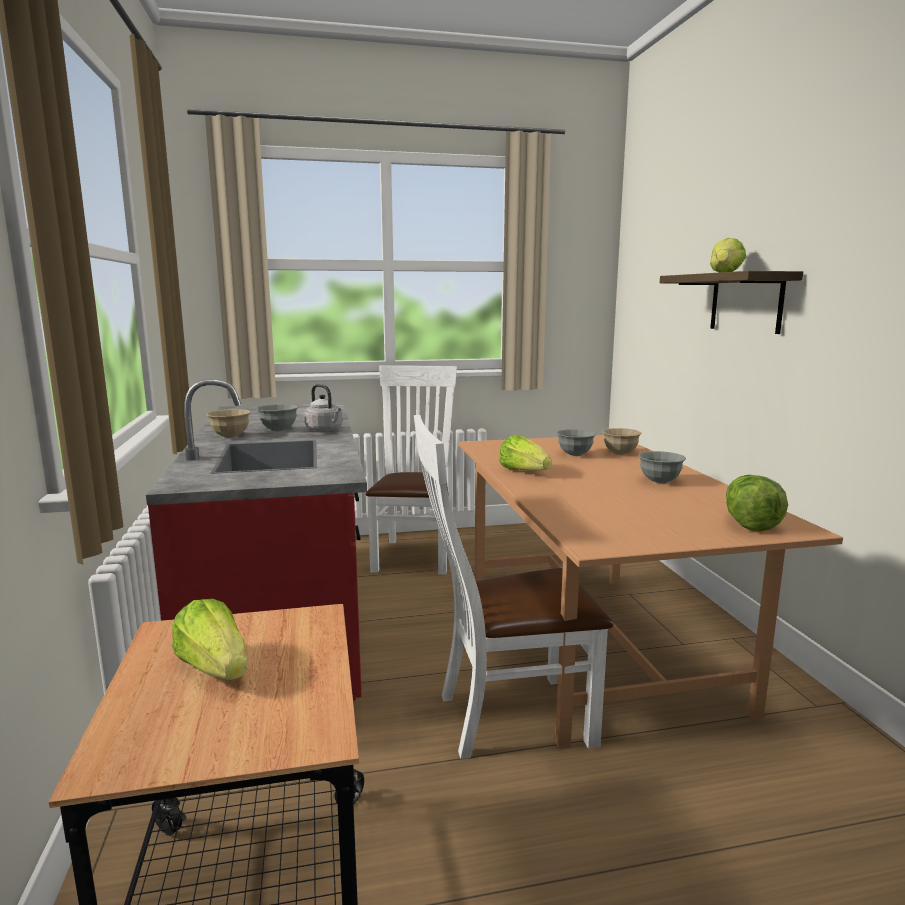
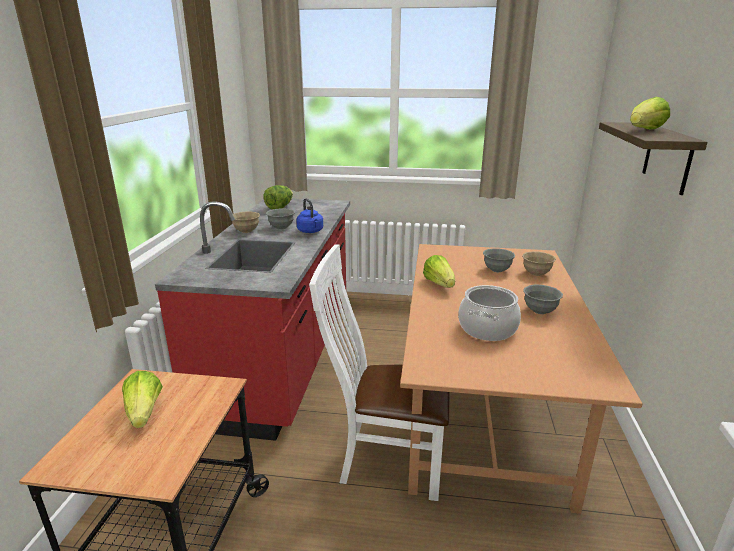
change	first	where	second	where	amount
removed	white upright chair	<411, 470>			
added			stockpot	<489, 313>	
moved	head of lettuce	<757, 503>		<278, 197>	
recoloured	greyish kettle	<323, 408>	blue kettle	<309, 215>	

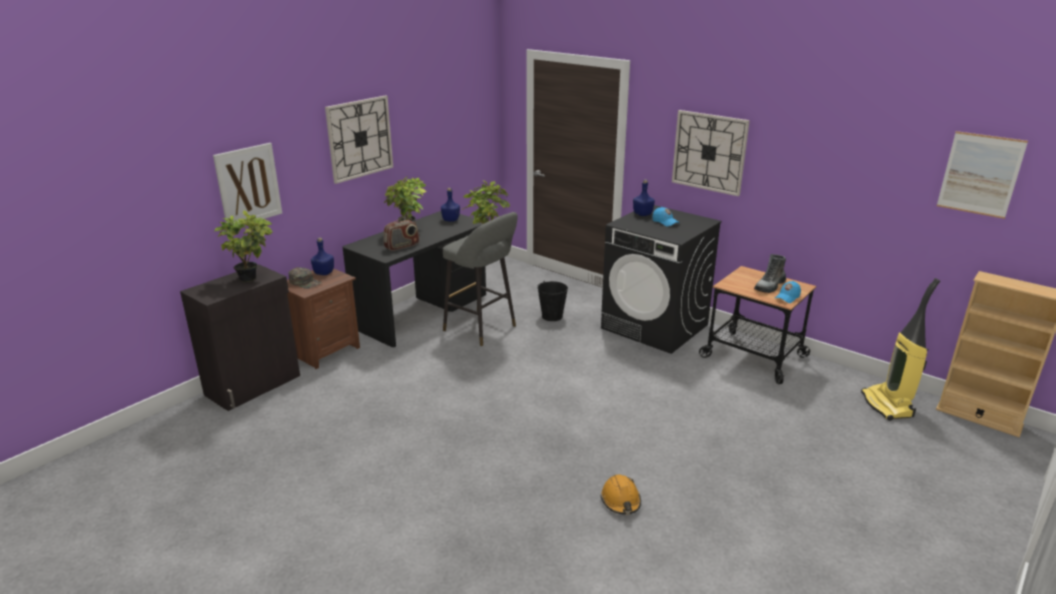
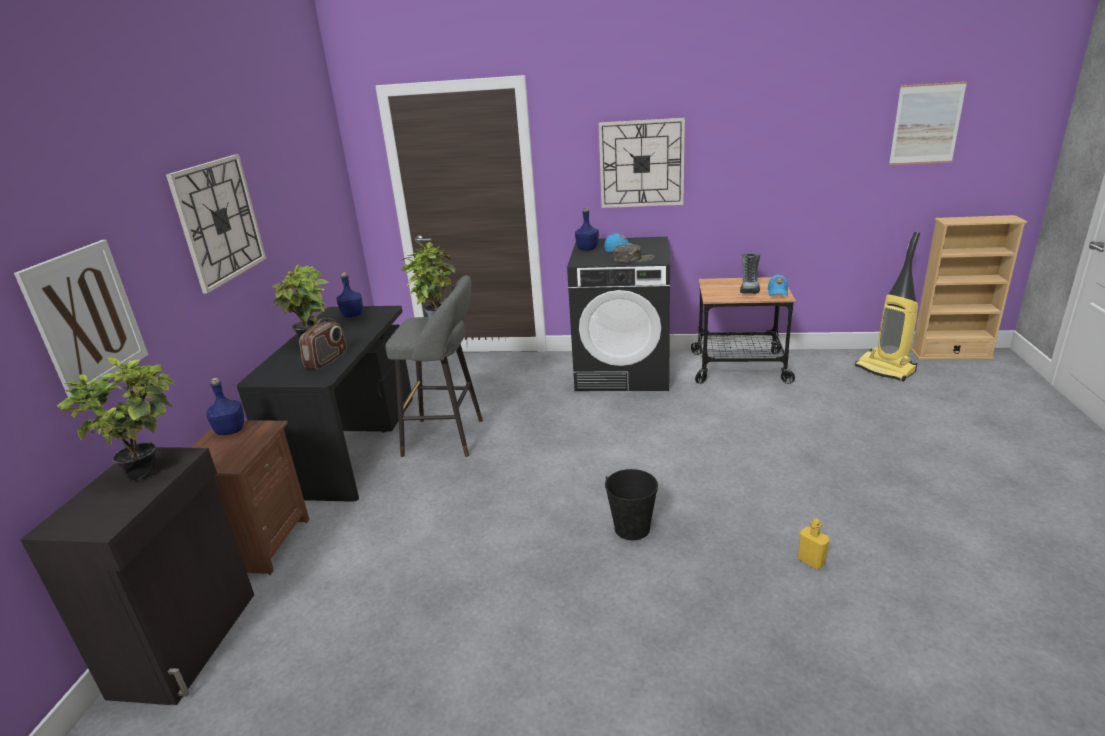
change	first	where	second	where	amount
moved	green-coloured cap	<305, 278>		<633, 253>	
moved	blackish bucket	<552, 301>		<631, 504>	
replaced	orangey safety helmet	<621, 494>	yellow drink bottle	<814, 543>	

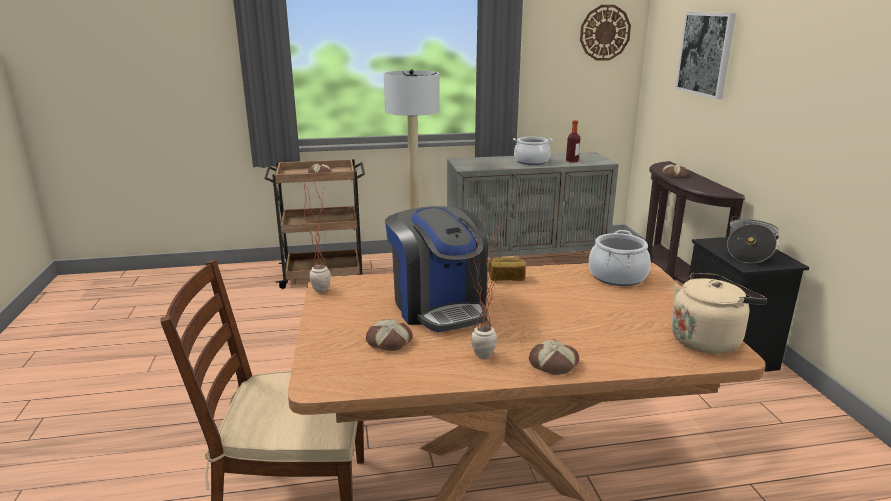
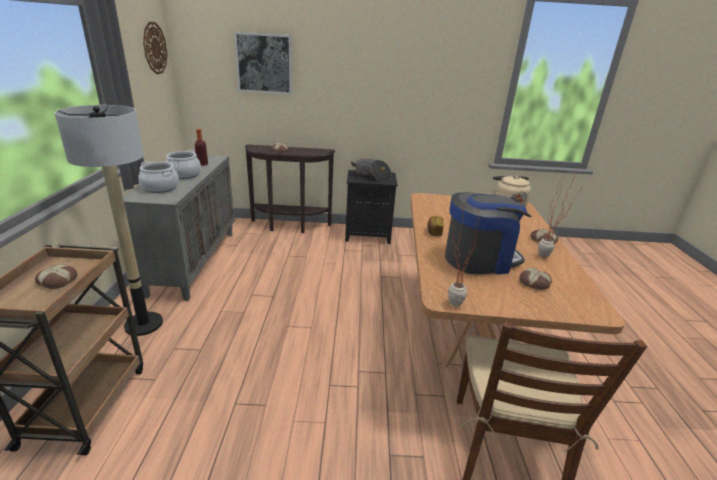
change	first	where	second	where	amount
moved	stockpot	<620, 258>		<158, 177>	

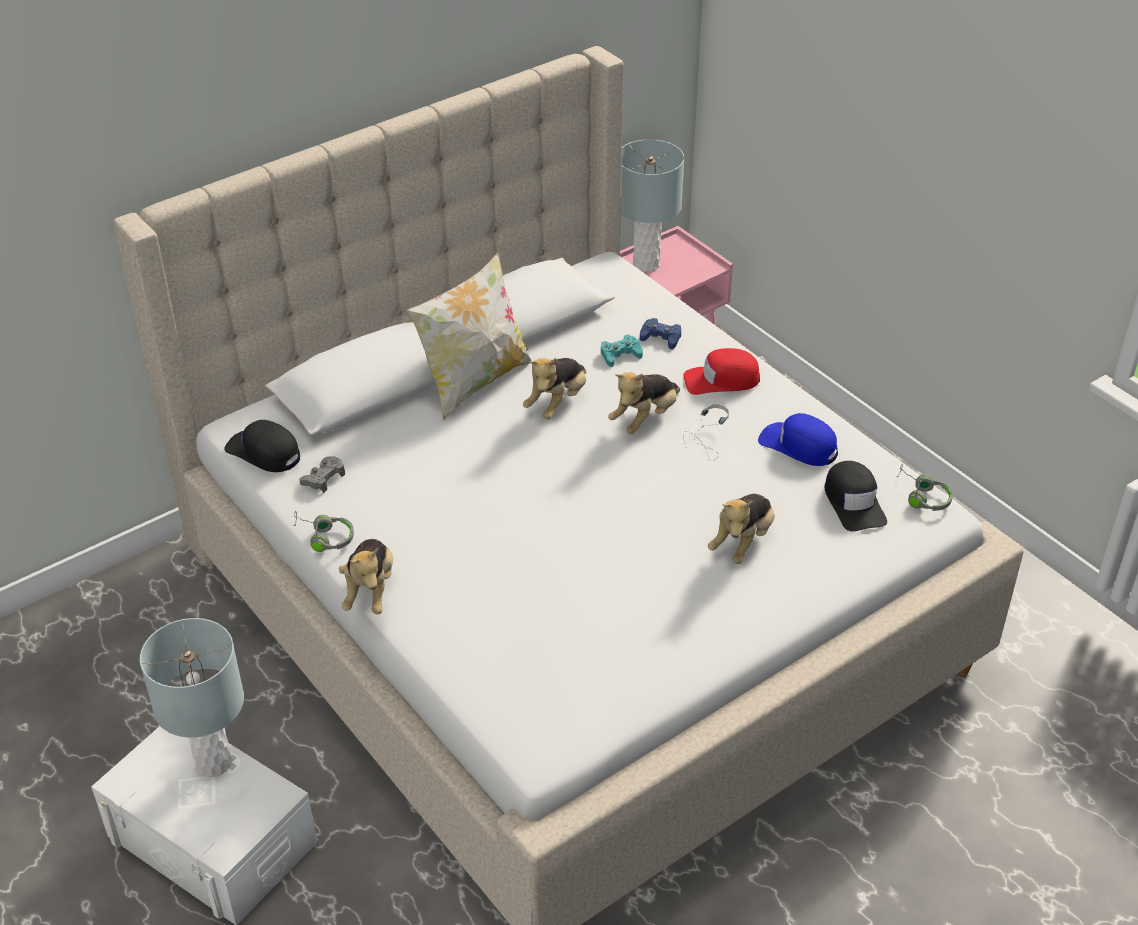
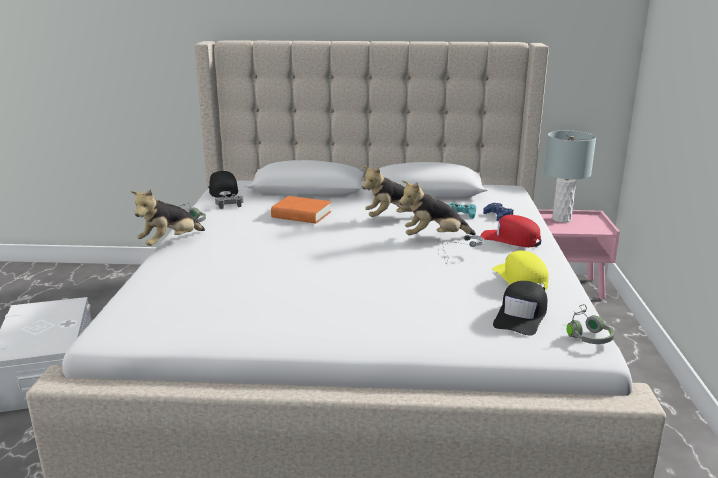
change	first	where	second	where	amount
removed	greyish table lamp	<192, 697>			
removed	cushion	<469, 336>			
removed	cuddly toy	<741, 529>			
added			orangey bound book	<301, 210>	
recoloured	blue cap	<798, 439>	yellow cap	<521, 270>	

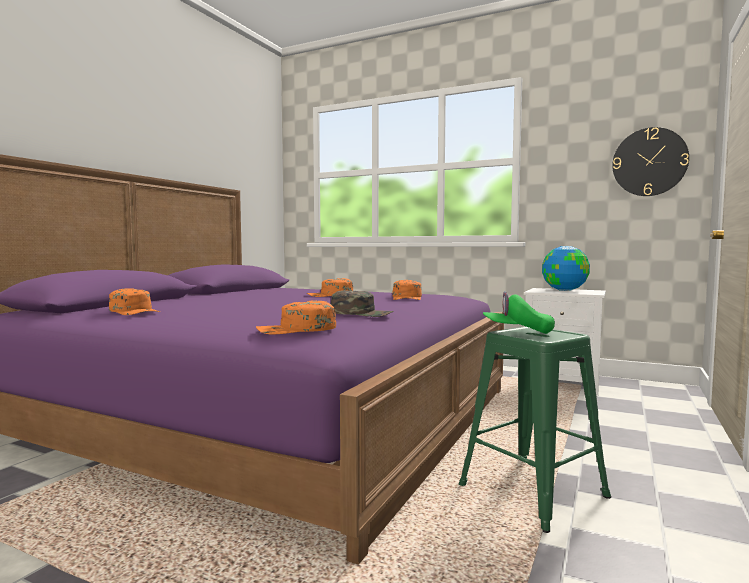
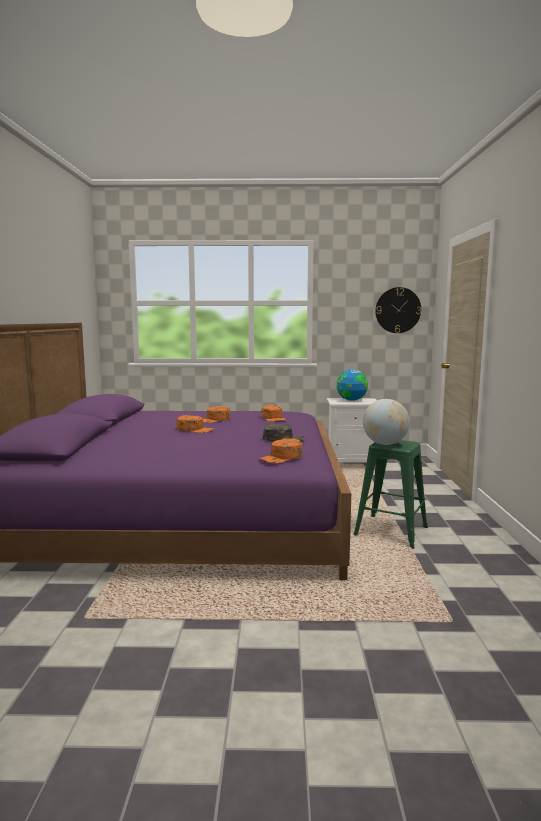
change	first	where	second	where	amount
moved	orangey cap	<134, 301>		<195, 424>	
replaced	green-coloured cap	<519, 312>	globe	<386, 422>	

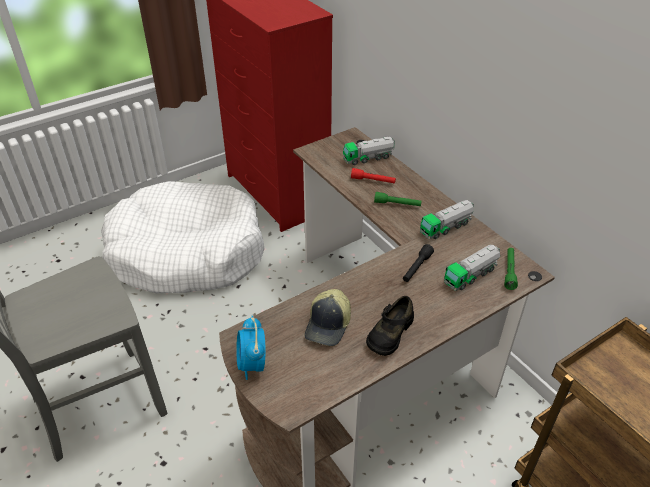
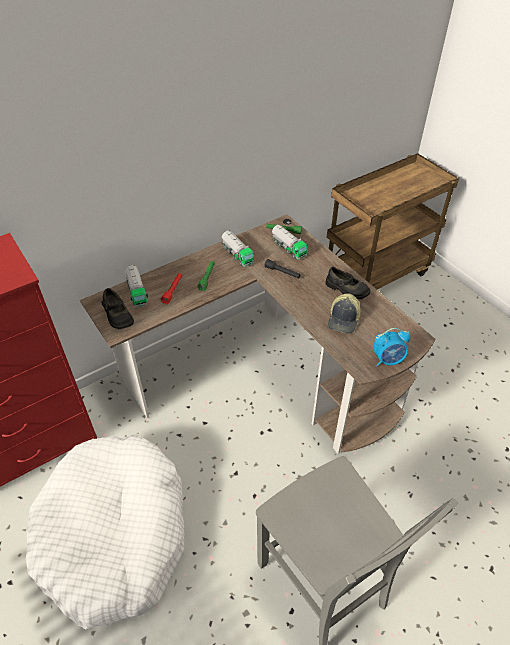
change	first	where	second	where	amount
added			blackish shoe	<118, 308>	
turned	cap	<328, 317>		<344, 313>	90 degrees clockwise

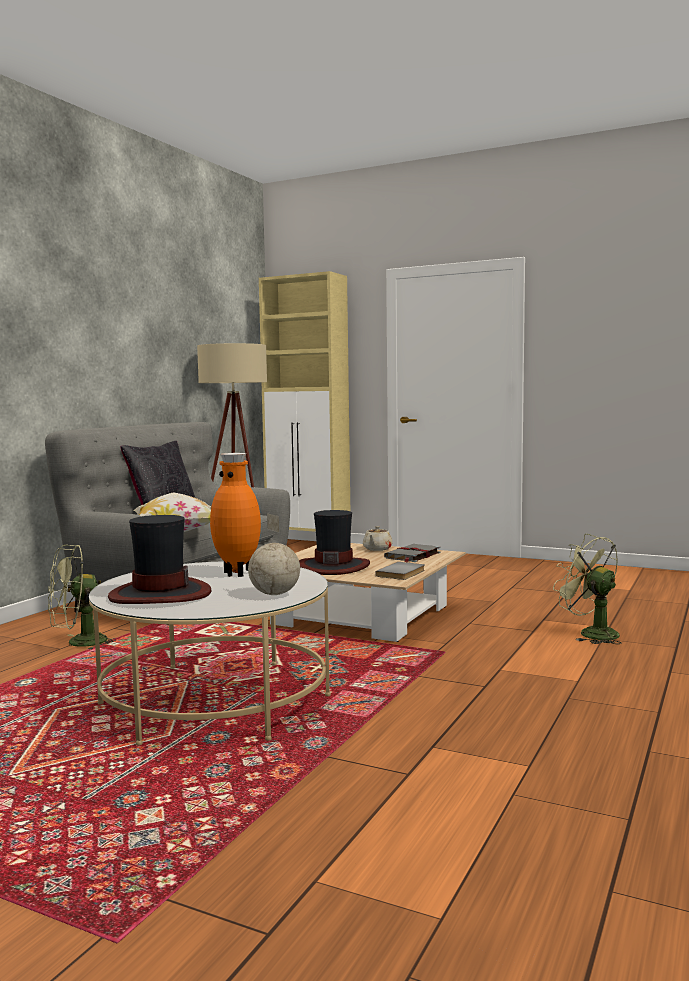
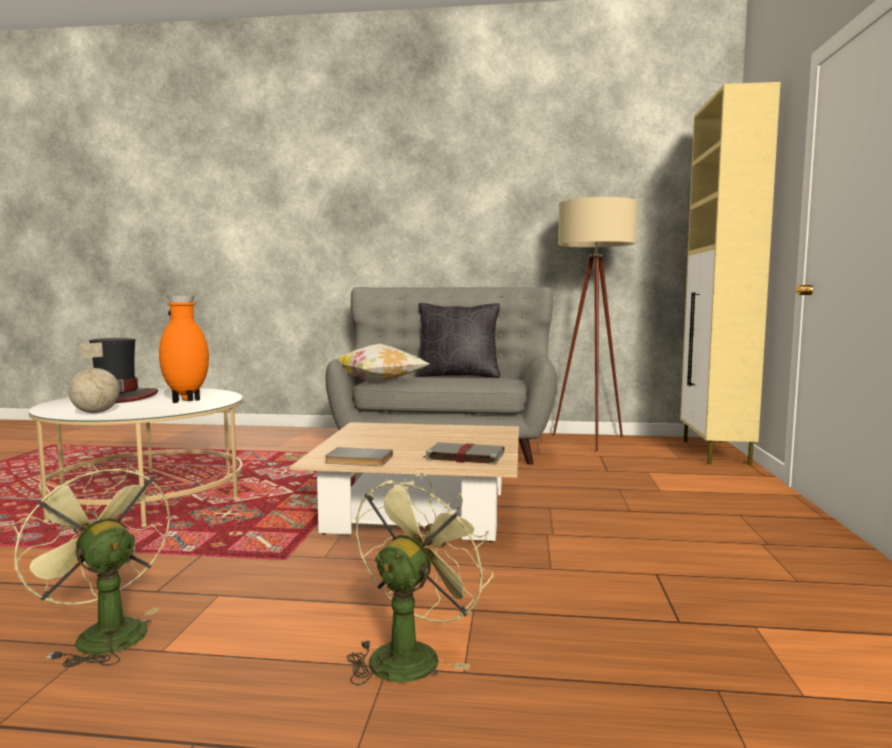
change	first	where	second	where	amount
removed	wearable hat	<334, 542>			
removed	sand-coloured pot for tea	<378, 538>			
moved	green-coloured cooling fan	<82, 597>		<90, 565>	

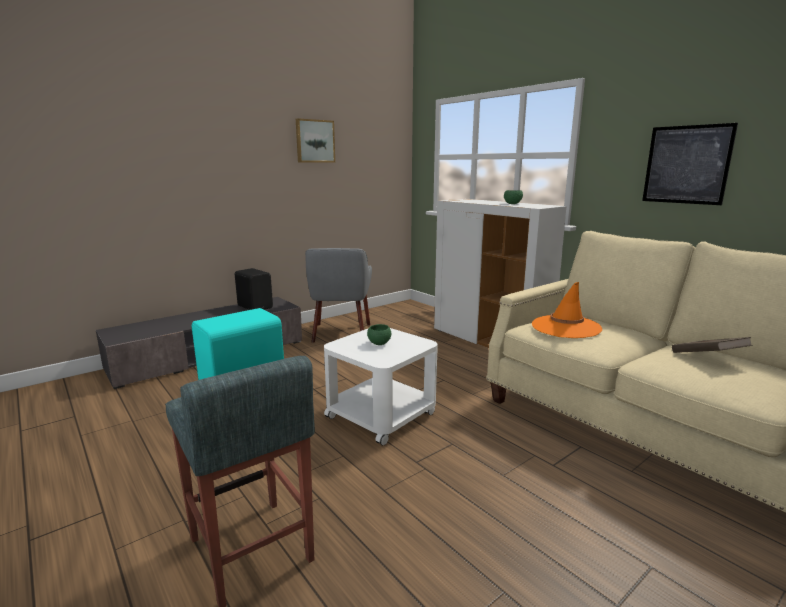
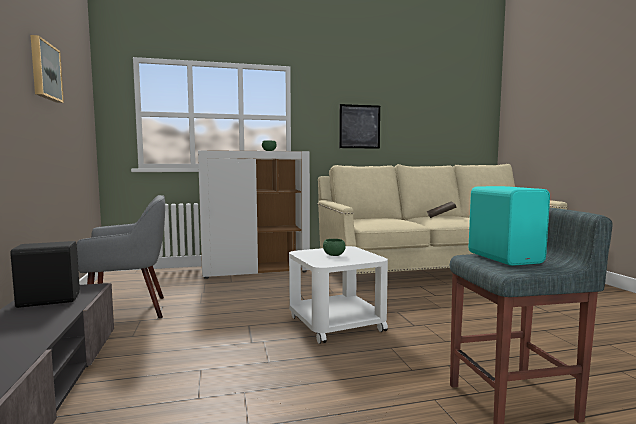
change	first	where	second	where	amount
removed	orangey wearable hat	<567, 310>			
turned	greyish armchair	<338, 295>		<121, 256>	45 degrees counterclockwise

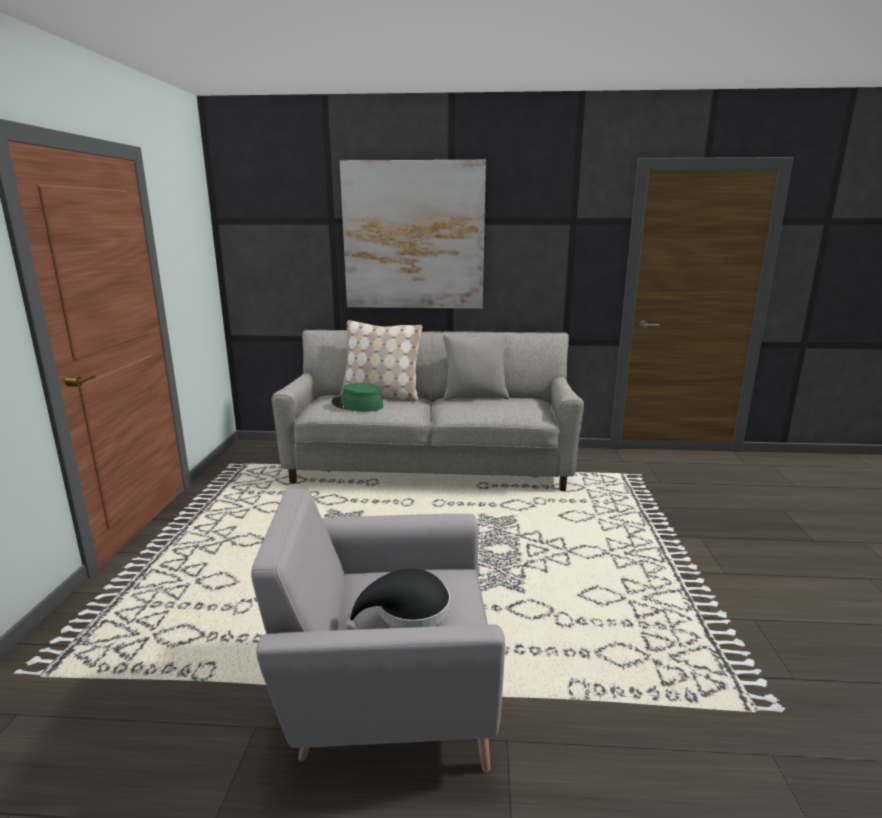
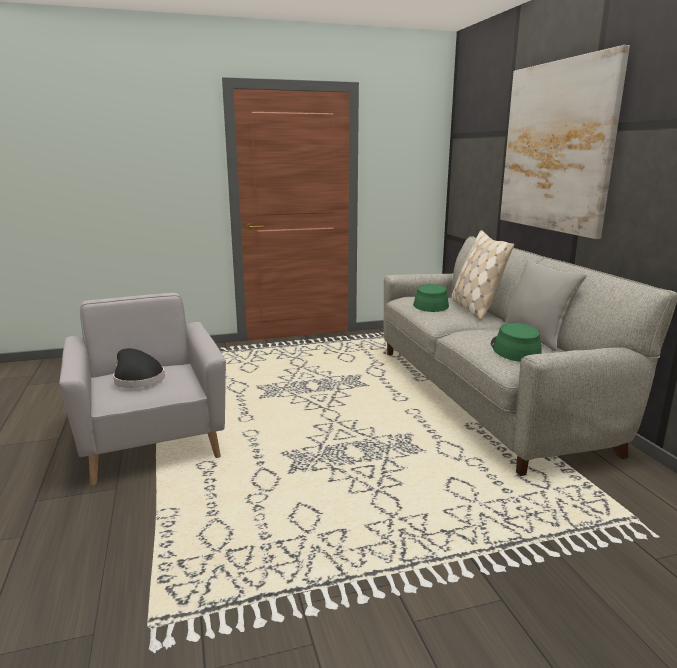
change	first	where	second	where	amount
added			green-coloured wearable hat	<516, 342>	

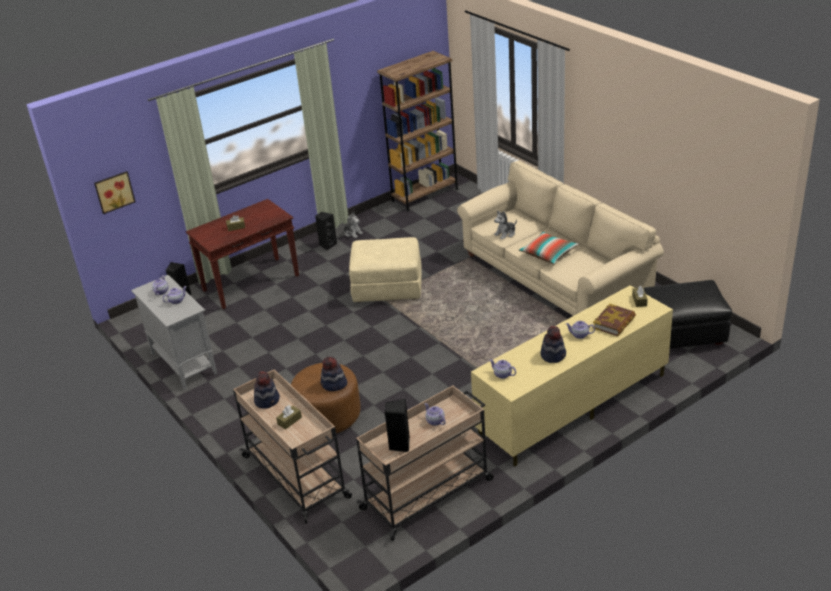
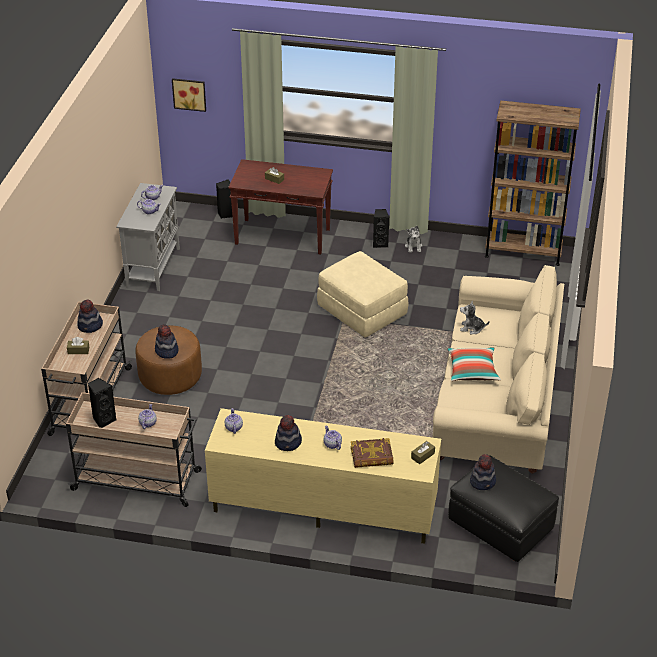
change	first	where	second	where	amount
added			wearable hat	<483, 472>	

